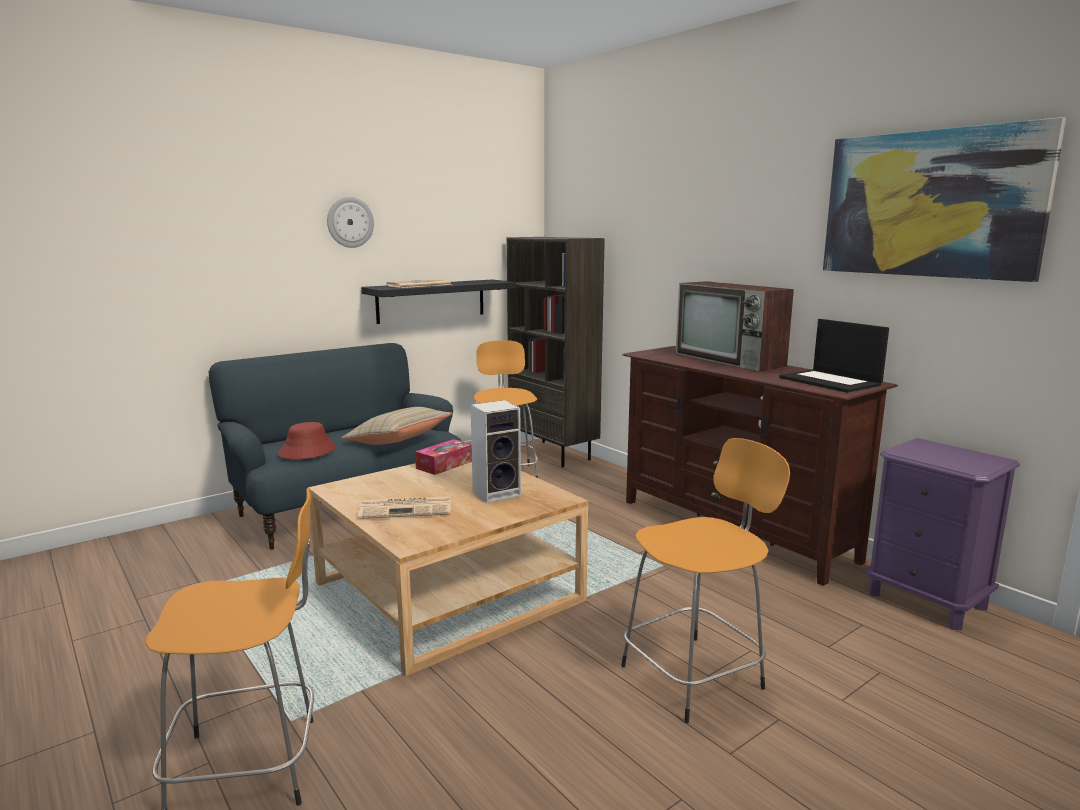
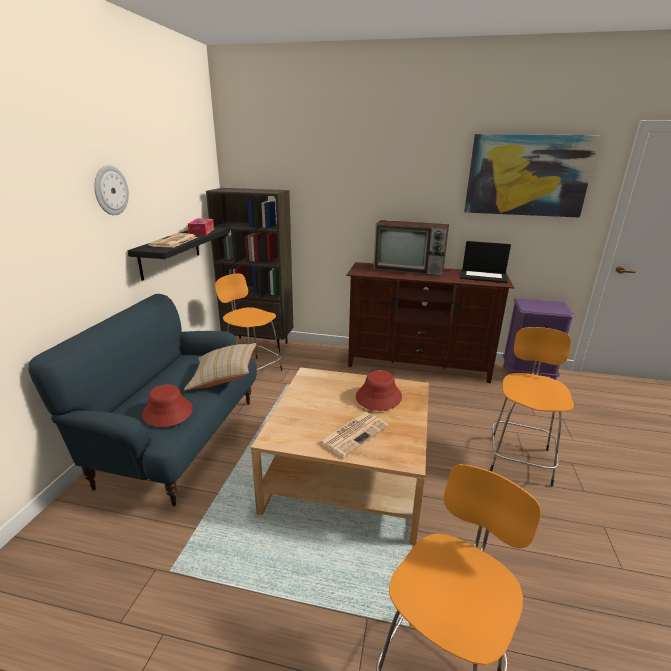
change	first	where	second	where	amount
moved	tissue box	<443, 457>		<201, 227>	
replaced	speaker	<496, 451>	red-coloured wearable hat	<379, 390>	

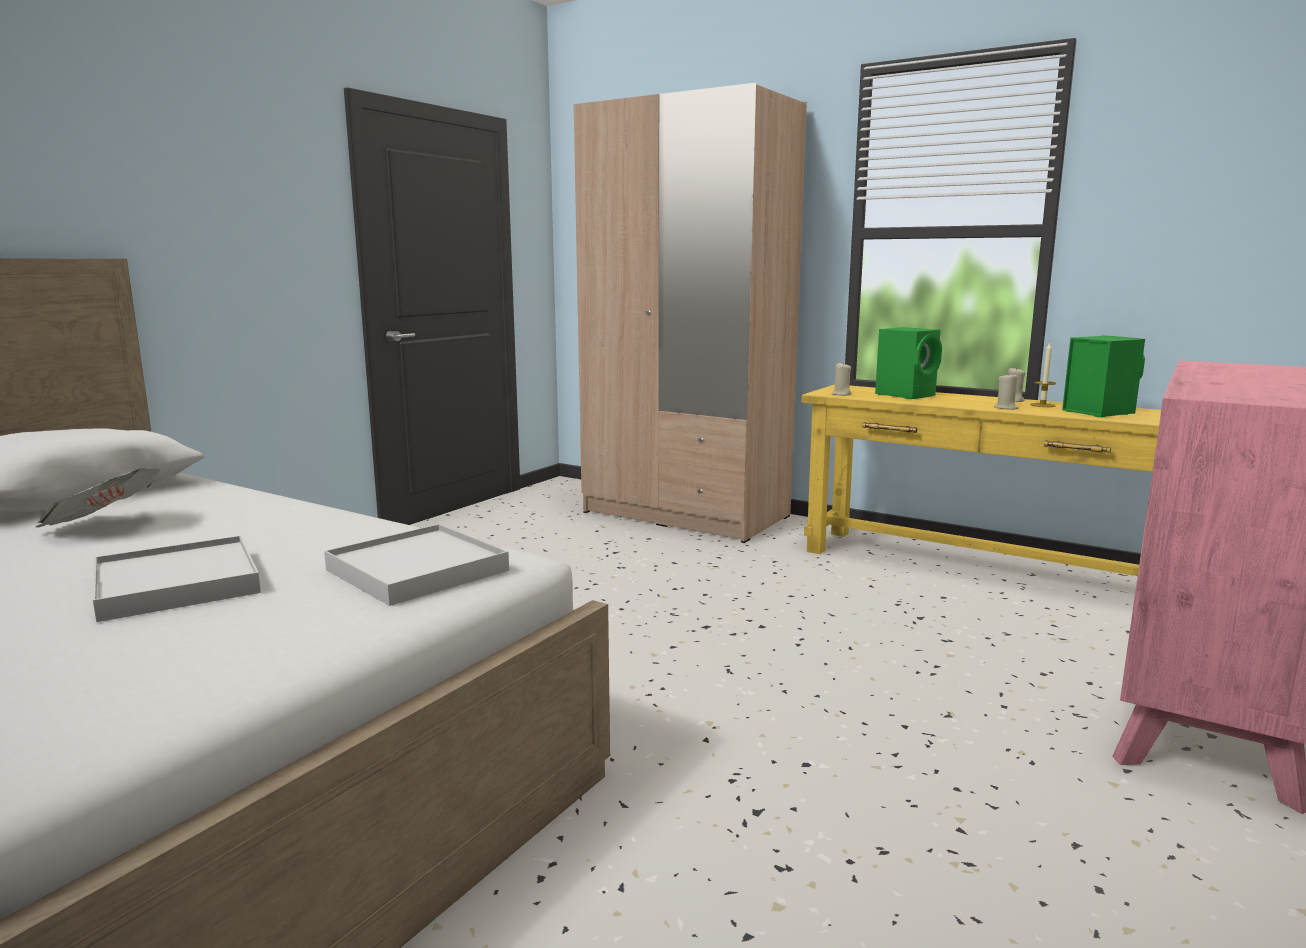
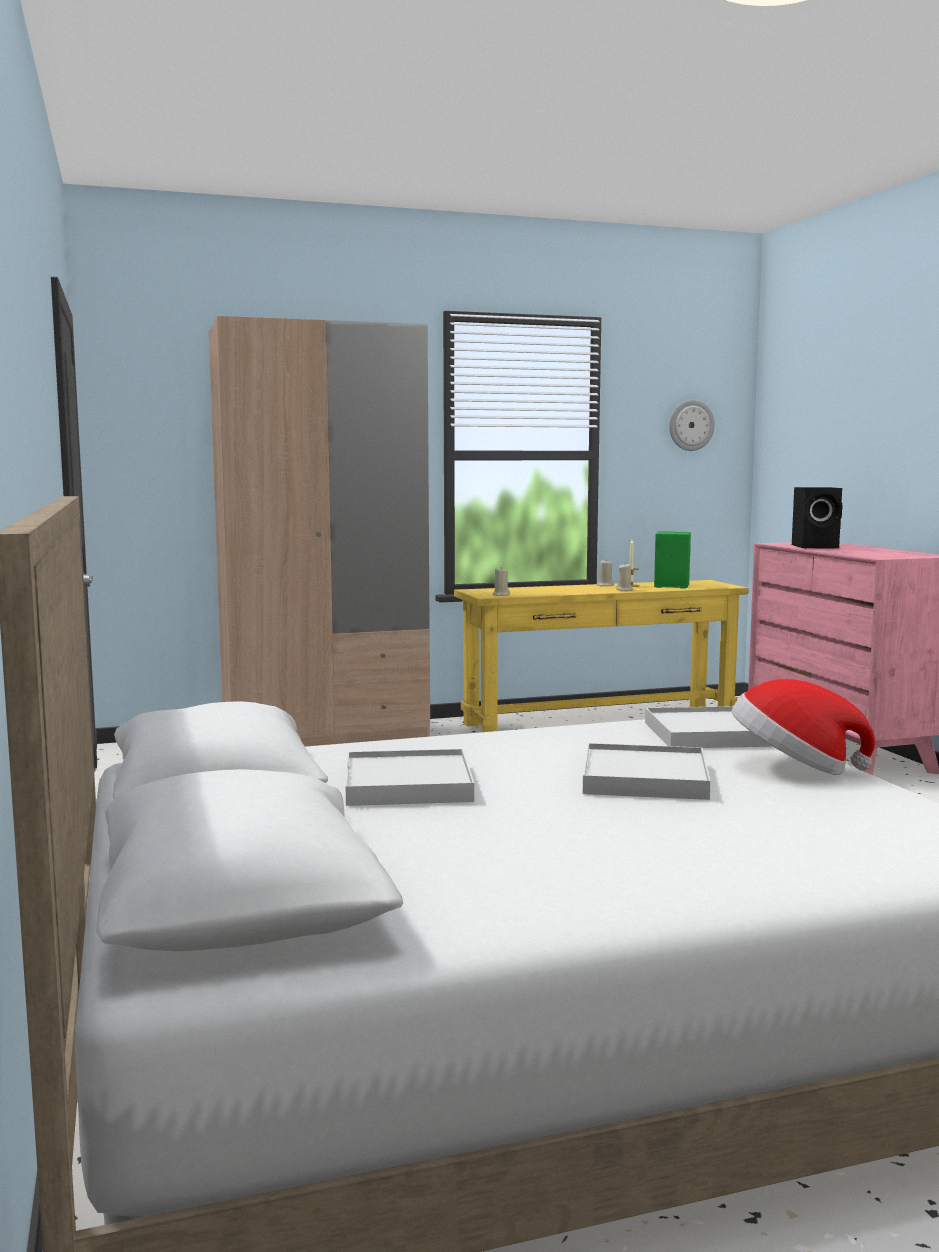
change	first	where	second	where	amount
removed	green-coloured speaker	<908, 363>			
added			wall clock	<692, 425>	
added			wearable hat	<803, 727>	
added			blackish speaker	<817, 517>	
replaced	newspaper	<98, 497>	white carrying tray	<410, 777>	

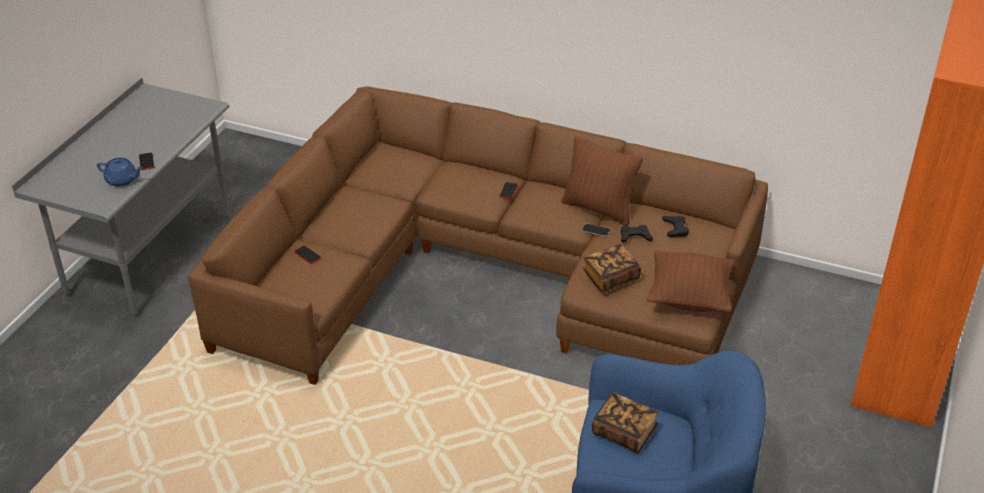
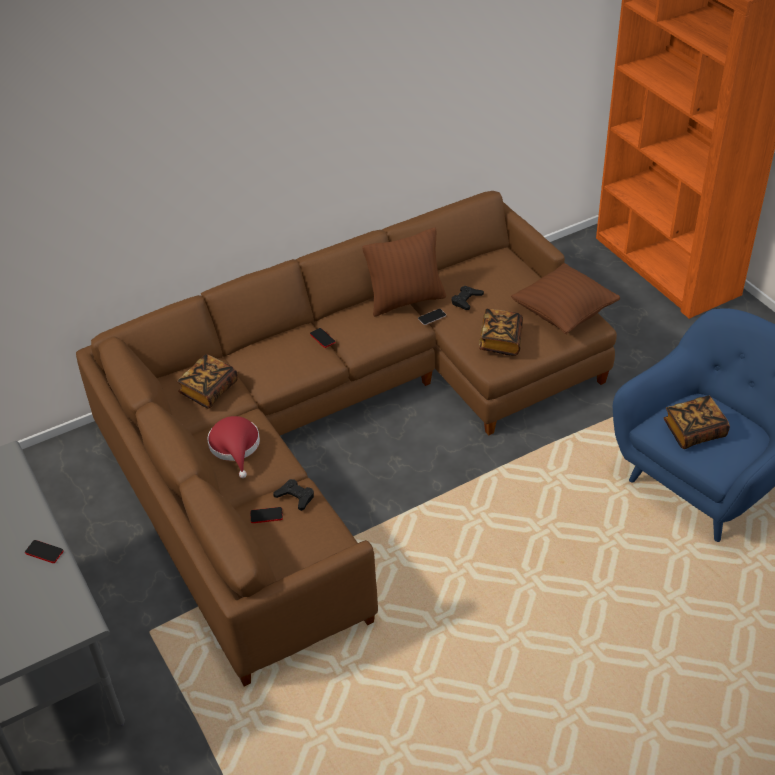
change	first	where	second	where	amount
removed	blue pot for tea	<120, 172>			
added			bound book	<207, 381>	
added			red-coloured wearable hat	<233, 447>	
moved	blackish joypad	<675, 226>		<293, 495>	

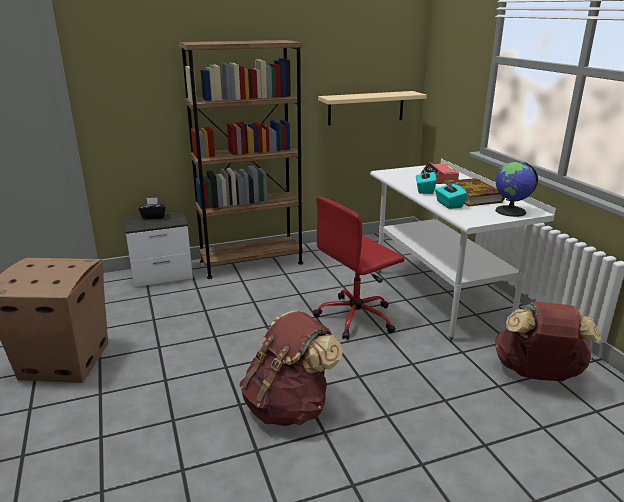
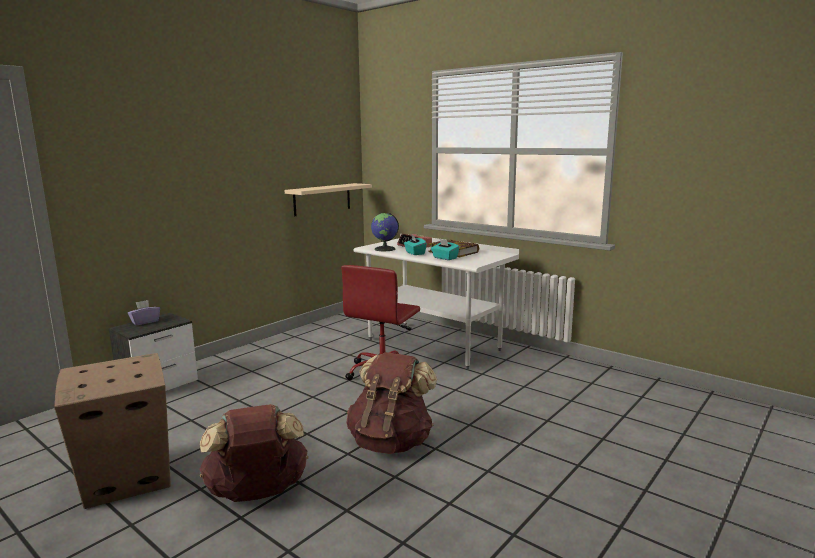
change	first	where	second	where	amount
removed	brown bookcase	<241, 159>			
moved	globe	<516, 189>		<385, 232>	
moved	brown knapsack	<548, 341>		<254, 453>	
recoloured	blackish tissue box	<152, 208>	purplish tissue box	<144, 312>	

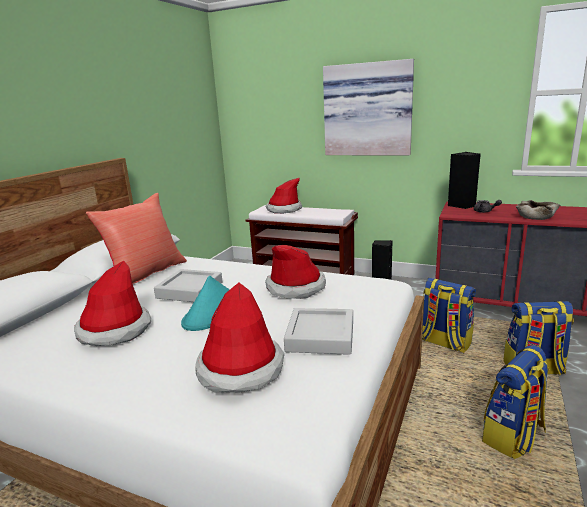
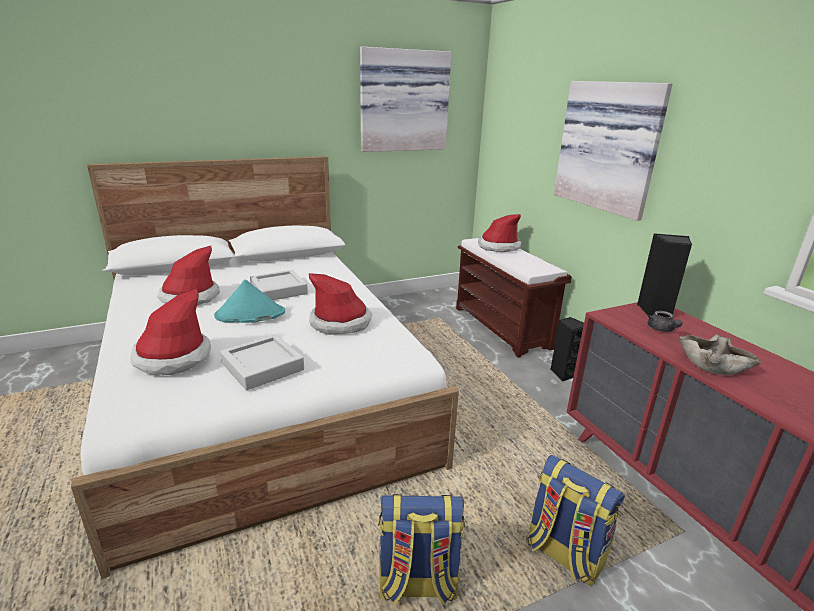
change	first	where	second	where	amount
removed	red-coloured cushion	<136, 238>			
removed	knapsack	<449, 315>			
added			picture	<405, 99>	

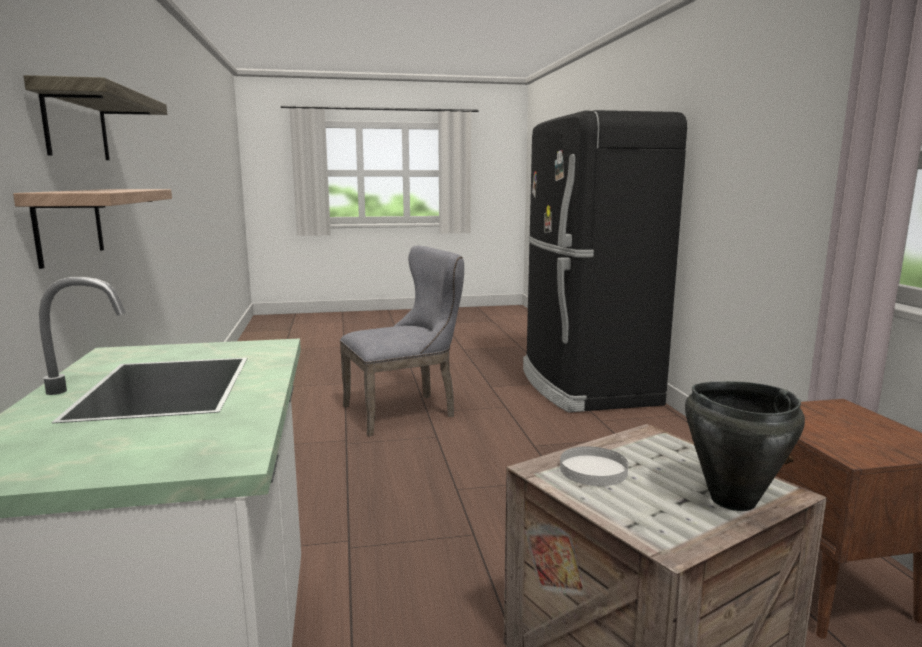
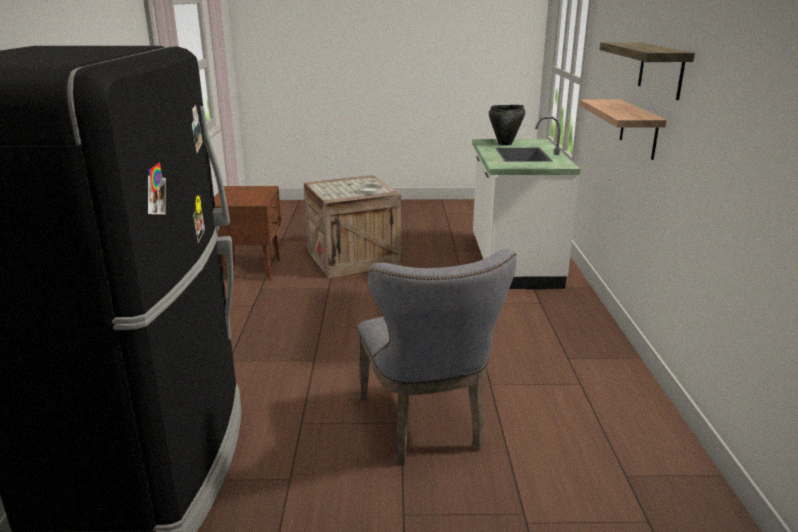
change	first	where	second	where	amount
moved	blackish stockpot	<745, 446>		<507, 125>	
turned	greyish upright chair	<402, 341>		<437, 357>	90 degrees counterclockwise

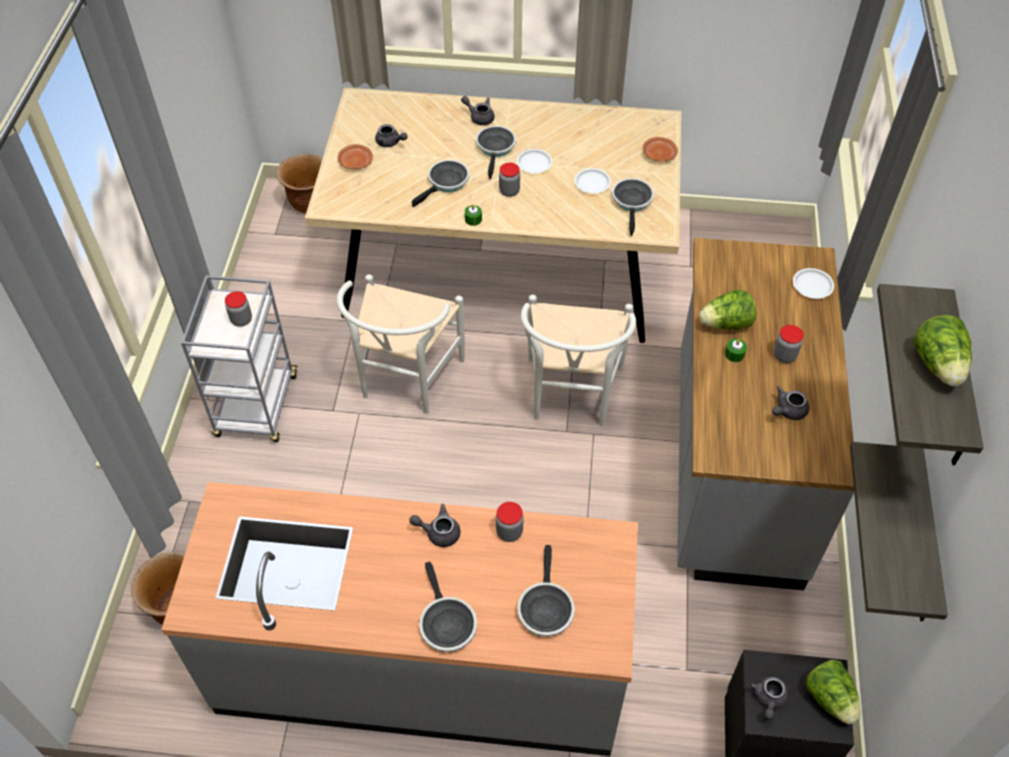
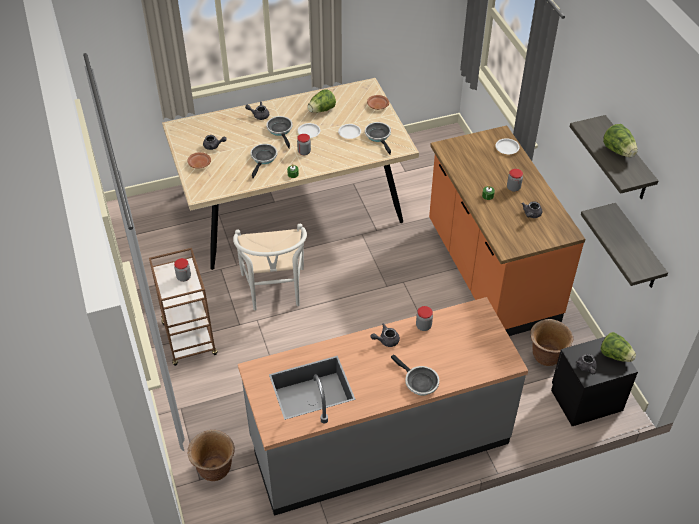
change	first	where	second	where	amount
removed	frying pan	<546, 591>			
removed	white upright chair	<578, 360>			
moved	brown flower pot	<299, 183>		<551, 342>	
moved	head of lettuce	<727, 310>		<322, 100>	
recoloured	greyish wheeled cart	<239, 358>	brown wheeled cart	<183, 307>	
recoloured	greyish kitchen base unit	<765, 414>	orangey kitchen base unit	<507, 230>	

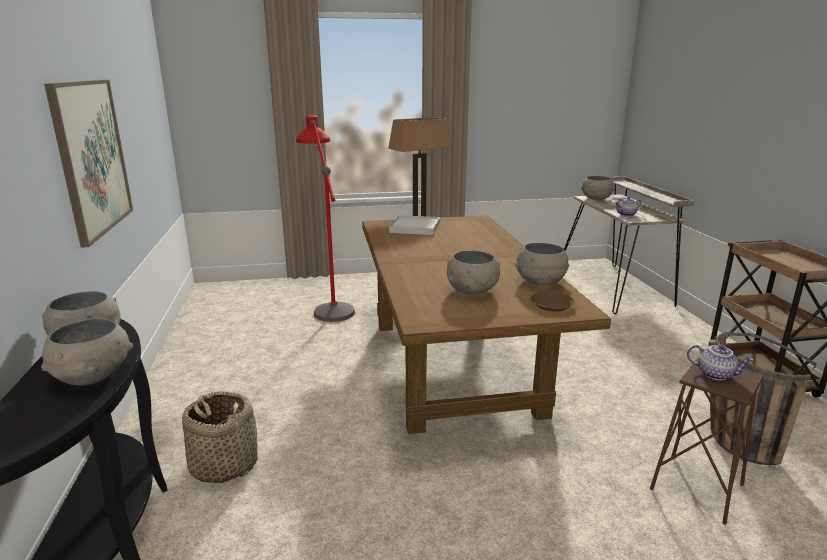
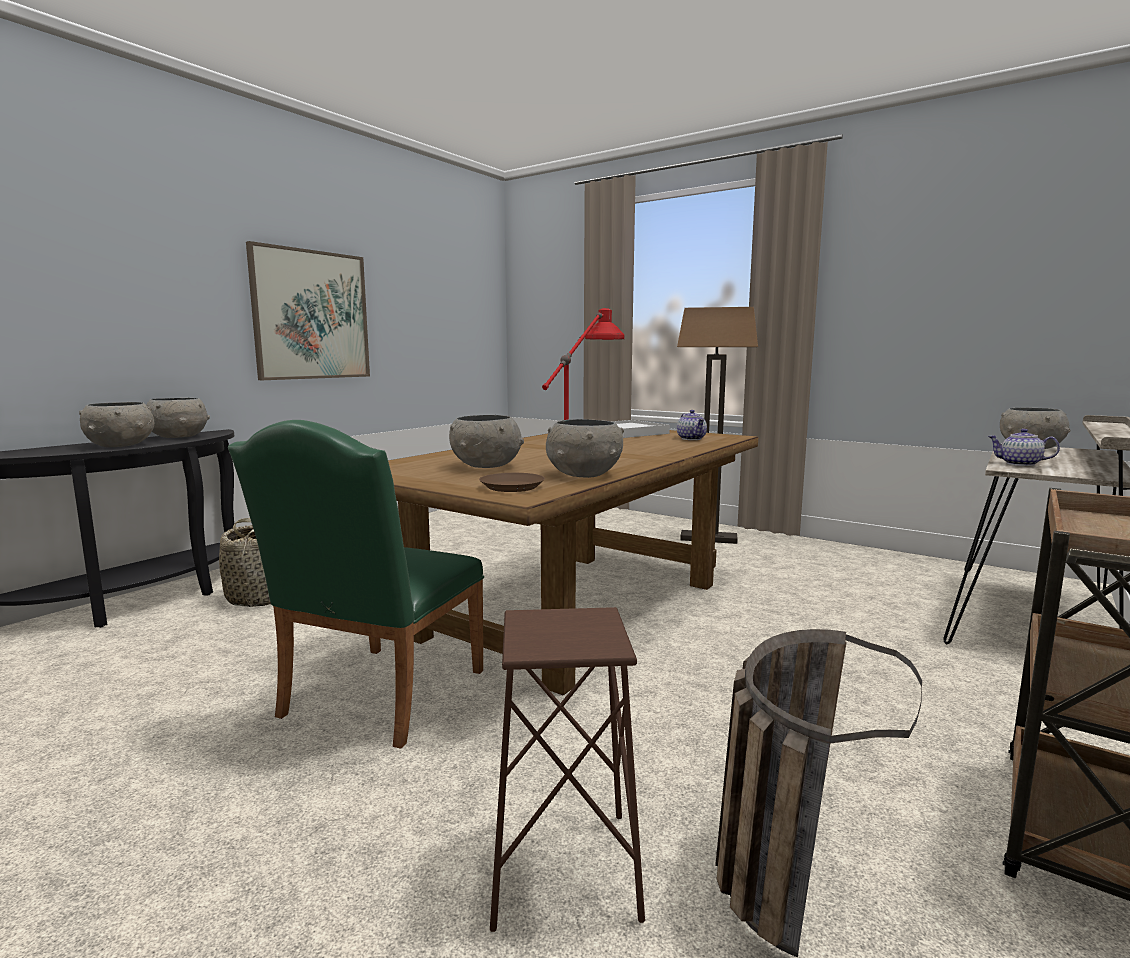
change	first	where	second	where	amount
added			green-coloured upright chair	<356, 584>	
moved	pot for tea	<720, 362>		<692, 425>	

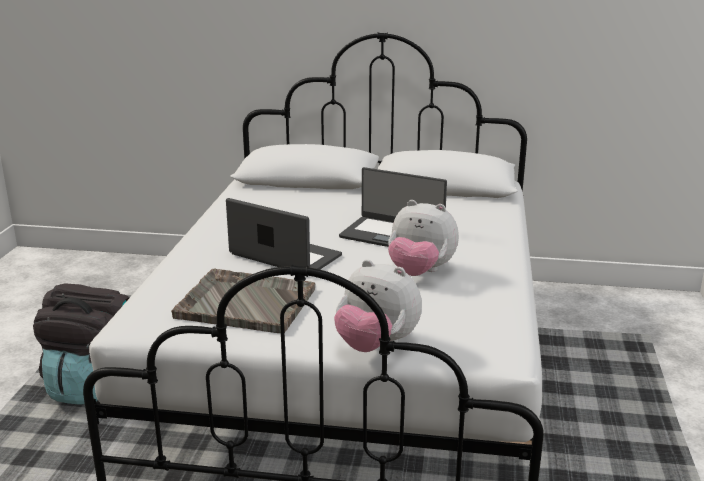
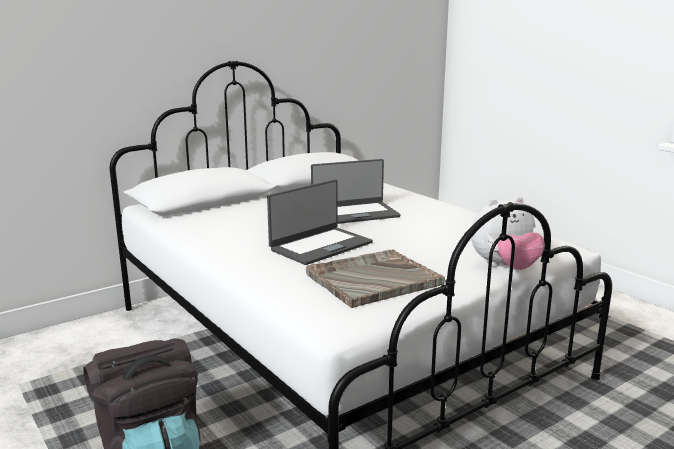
change	first	where	second	where	amount
removed	cuddly toy	<423, 238>			
turned	laptop	<284, 233>		<320, 222>	150 degrees clockwise

